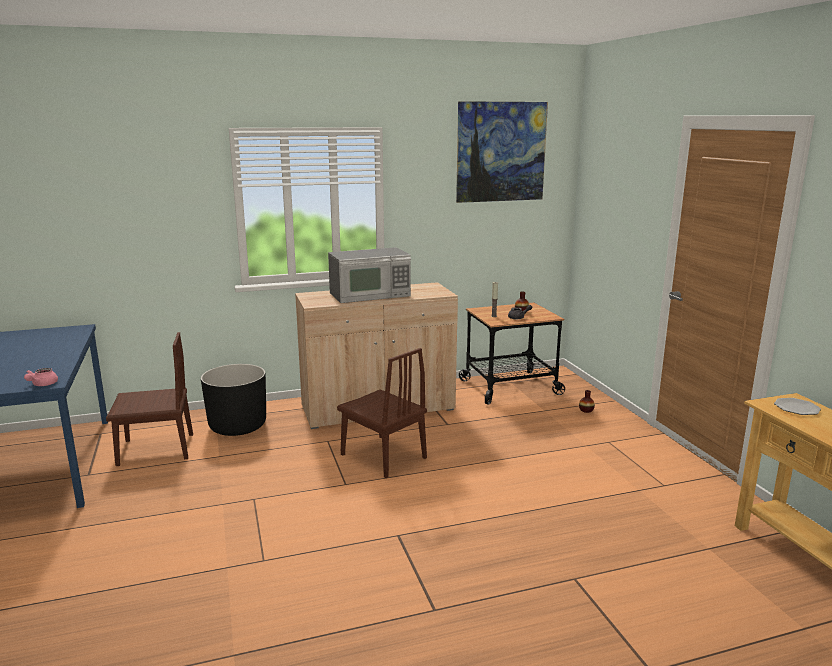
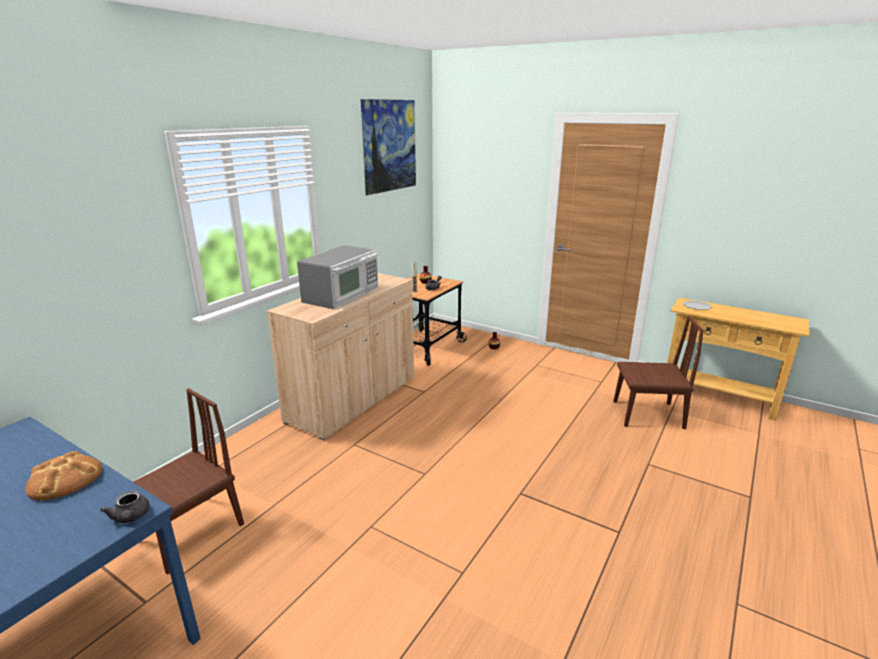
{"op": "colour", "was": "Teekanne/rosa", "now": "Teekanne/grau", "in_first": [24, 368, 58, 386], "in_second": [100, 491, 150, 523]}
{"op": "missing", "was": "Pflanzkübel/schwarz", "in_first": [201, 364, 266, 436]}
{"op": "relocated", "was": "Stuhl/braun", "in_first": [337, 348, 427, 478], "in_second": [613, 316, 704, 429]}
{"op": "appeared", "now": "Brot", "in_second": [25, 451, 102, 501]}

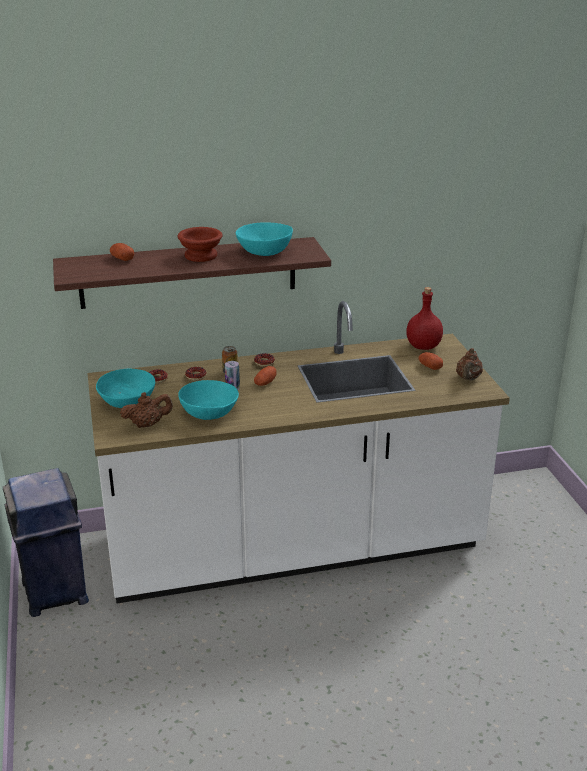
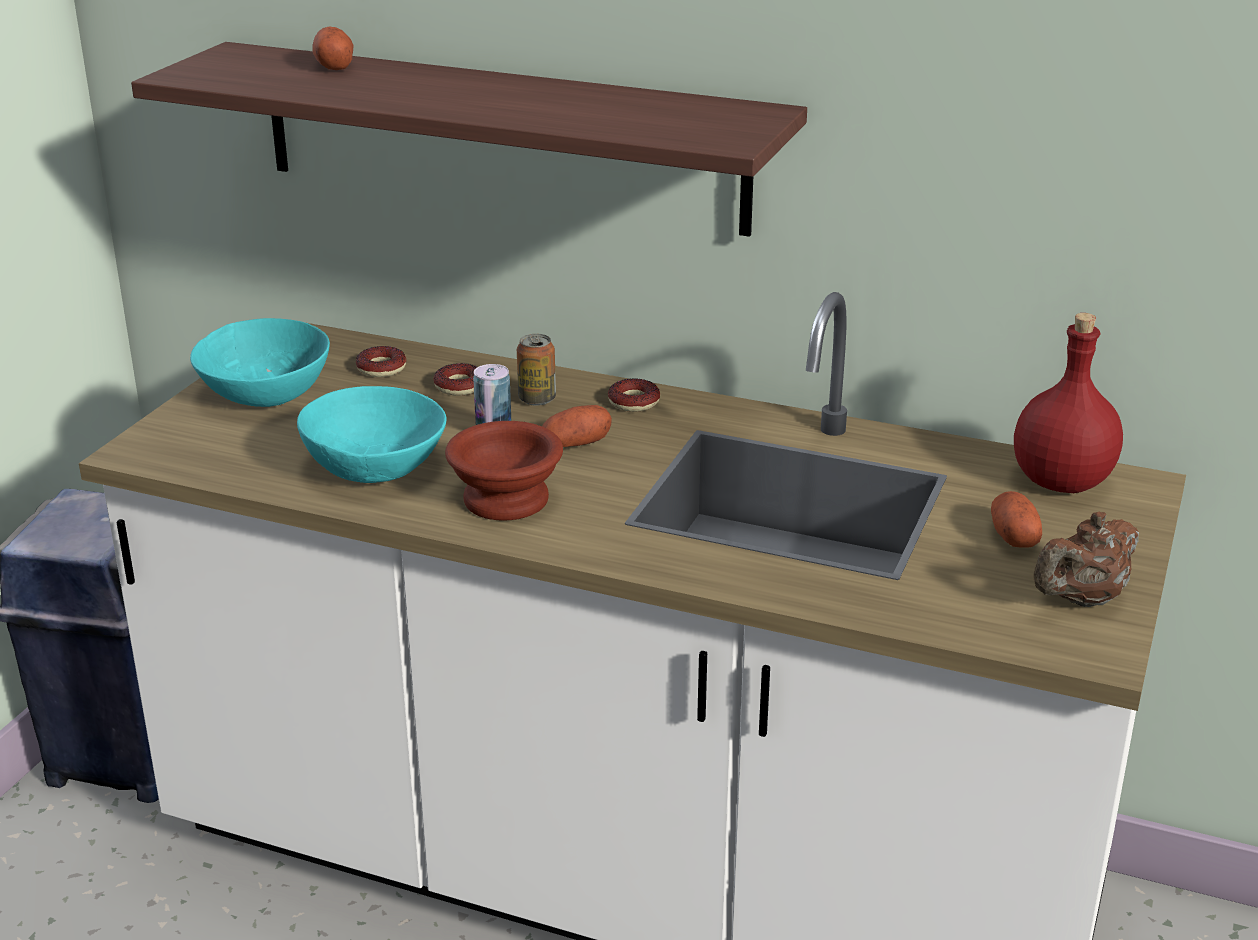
{"op": "missing", "was": "Teekanne/braun", "in_first": [120, 392, 173, 428]}
{"op": "relocated", "was": "Schüssel/braun", "in_first": [177, 227, 223, 262], "in_second": [445, 421, 563, 521]}
{"op": "missing", "was": "Schüssel/türkis", "in_first": [236, 222, 293, 256]}

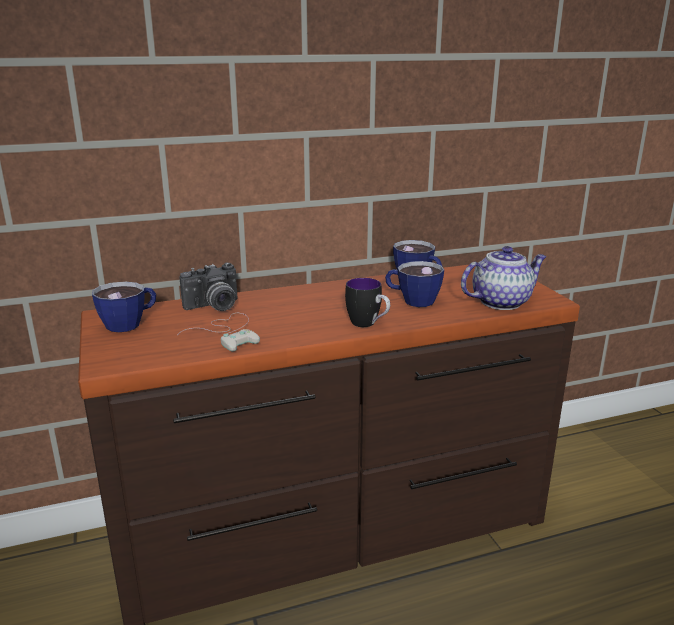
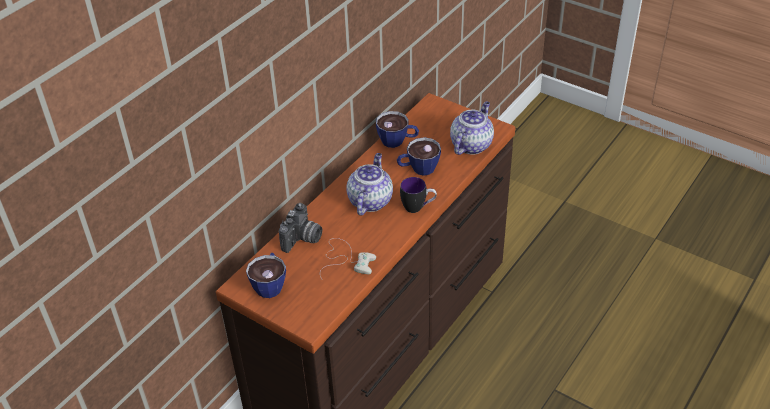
{"op": "appeared", "now": "Teekanne", "in_second": [347, 153, 393, 215]}

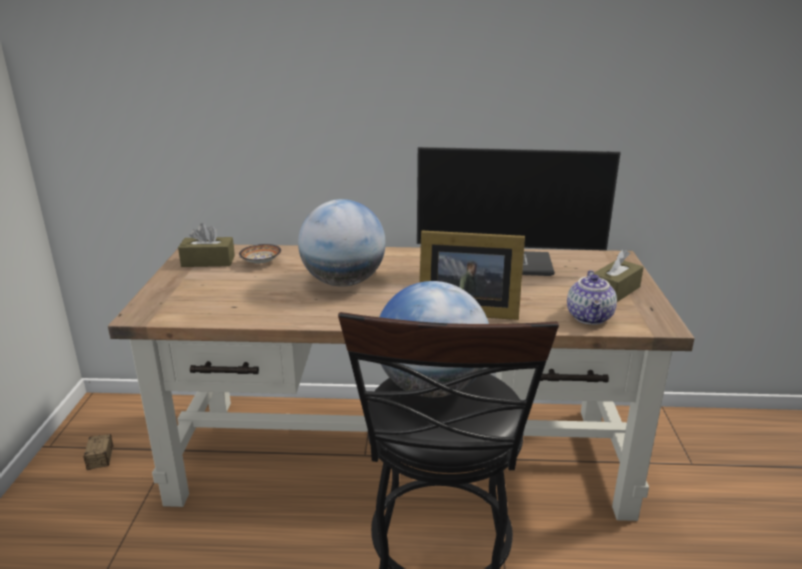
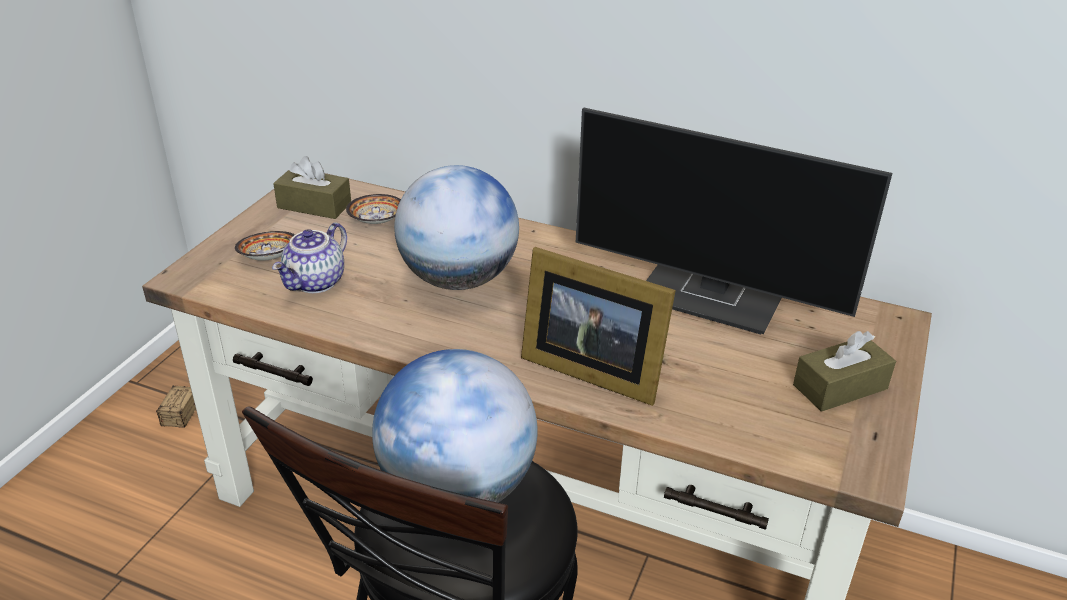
{"op": "relocated", "was": "Teekanne", "in_first": [567, 270, 617, 325], "in_second": [272, 222, 347, 293]}
{"op": "appeared", "now": "Schüssel", "in_second": [235, 231, 295, 261]}

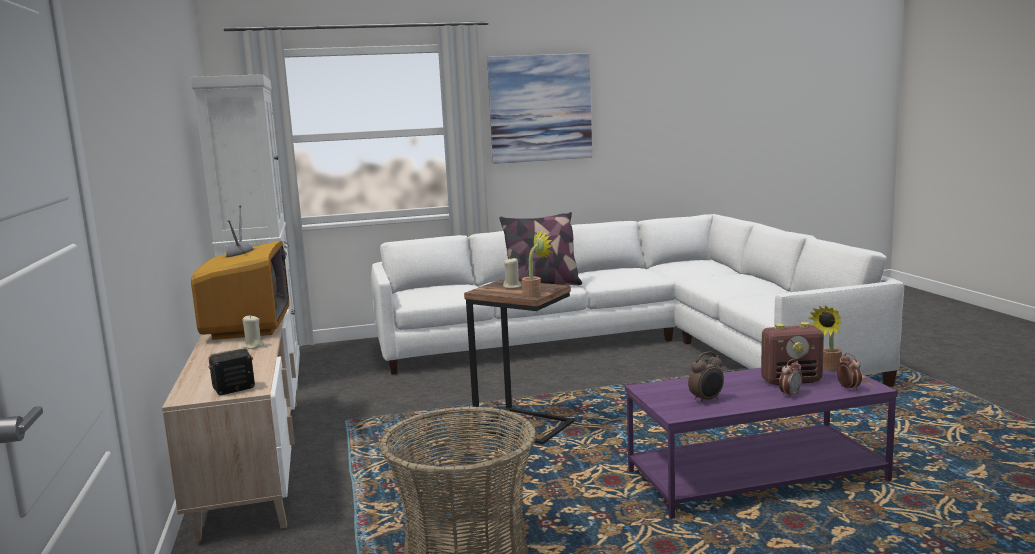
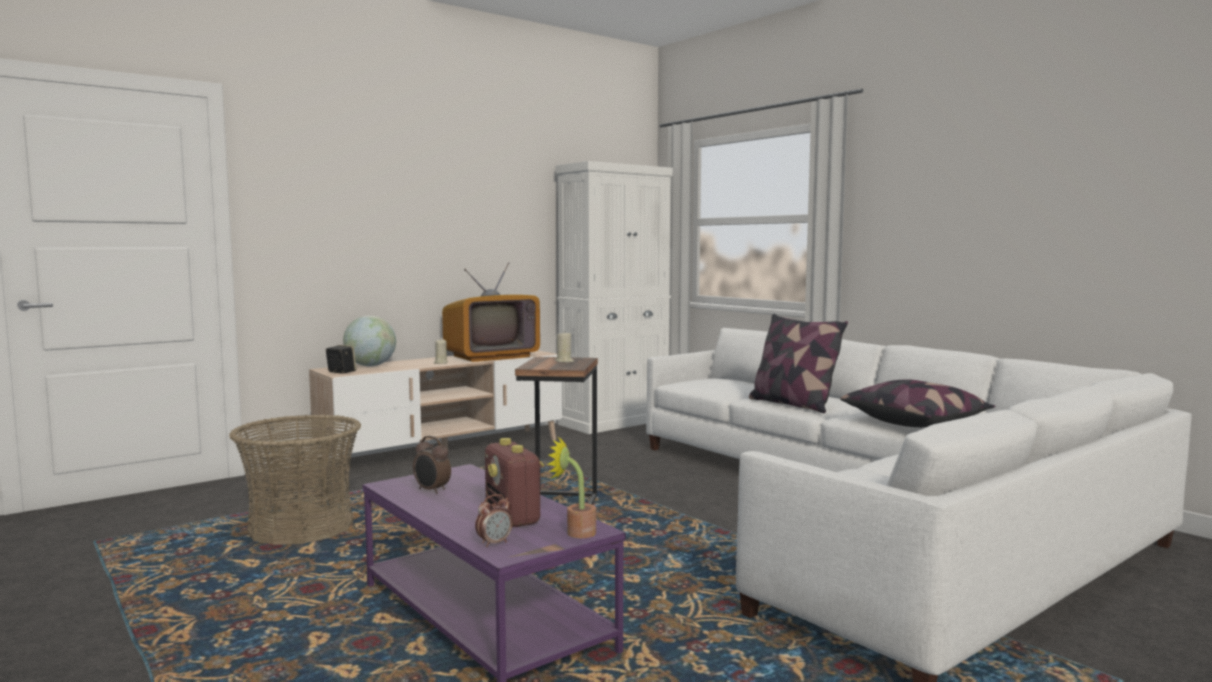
{"op": "missing", "was": "Bild", "in_first": [487, 53, 592, 164]}
{"op": "missing", "was": "Topfpflanze", "in_first": [522, 231, 552, 297]}
{"op": "missing", "was": "Wecker", "in_first": [779, 359, 802, 398]}
{"op": "appeared", "now": "Globus", "in_second": [343, 316, 396, 367]}
{"op": "appeared", "now": "Kissen", "in_second": [840, 379, 995, 427]}

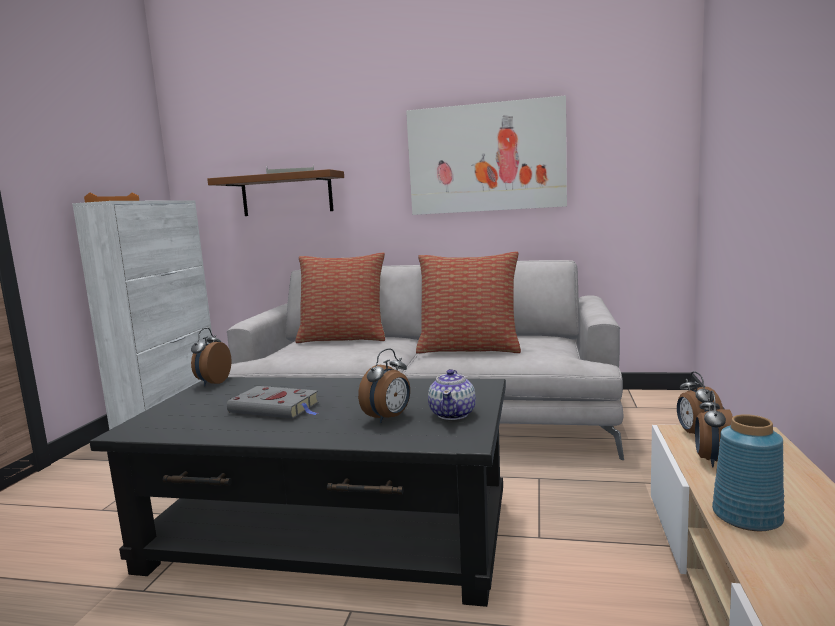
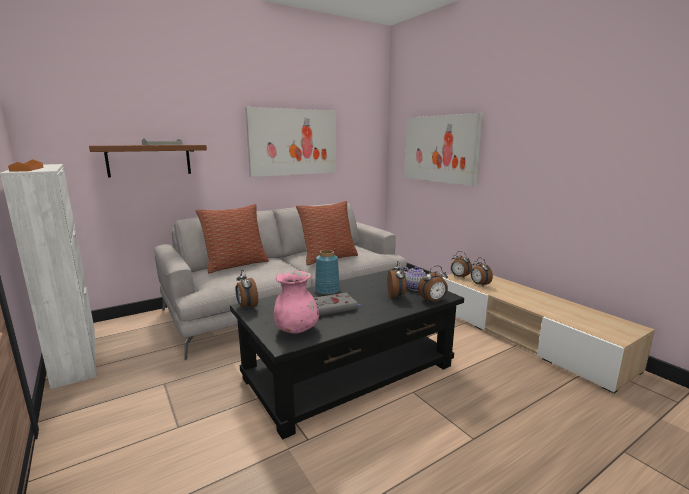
{"op": "relocated", "was": "Vase/blau", "in_first": [712, 414, 784, 531], "in_second": [315, 250, 340, 295]}
{"op": "appeared", "now": "Vase/rosa", "in_second": [274, 271, 319, 333]}
{"op": "appeared", "now": "Bild", "in_second": [404, 113, 483, 186]}
{"op": "appeared", "now": "Wecker", "in_second": [418, 266, 448, 303]}

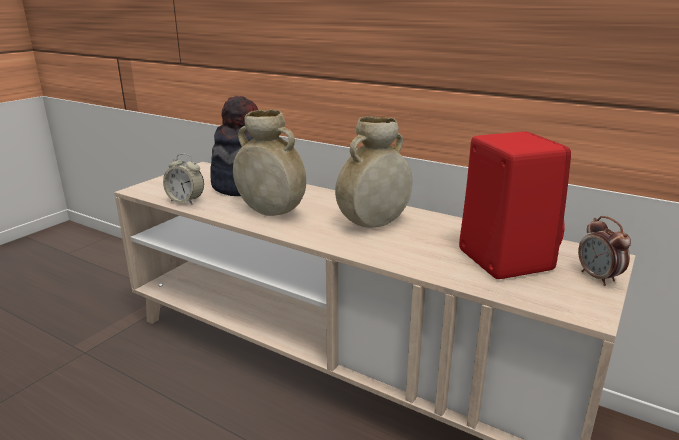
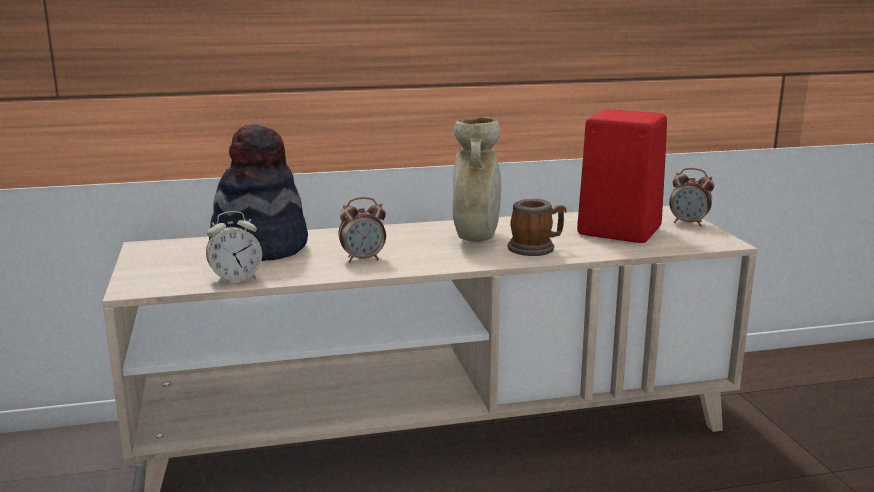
{"op": "exchanged", "was": "Vase/beige", "now": "Wecker", "in_first": [233, 109, 306, 216], "in_second": [338, 197, 386, 262]}
{"op": "appeared", "now": "Henkelbecher", "in_second": [507, 198, 567, 256]}

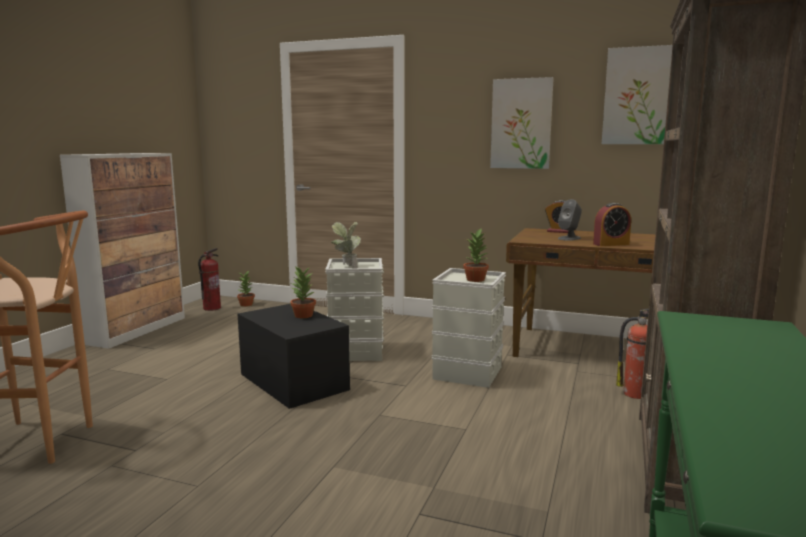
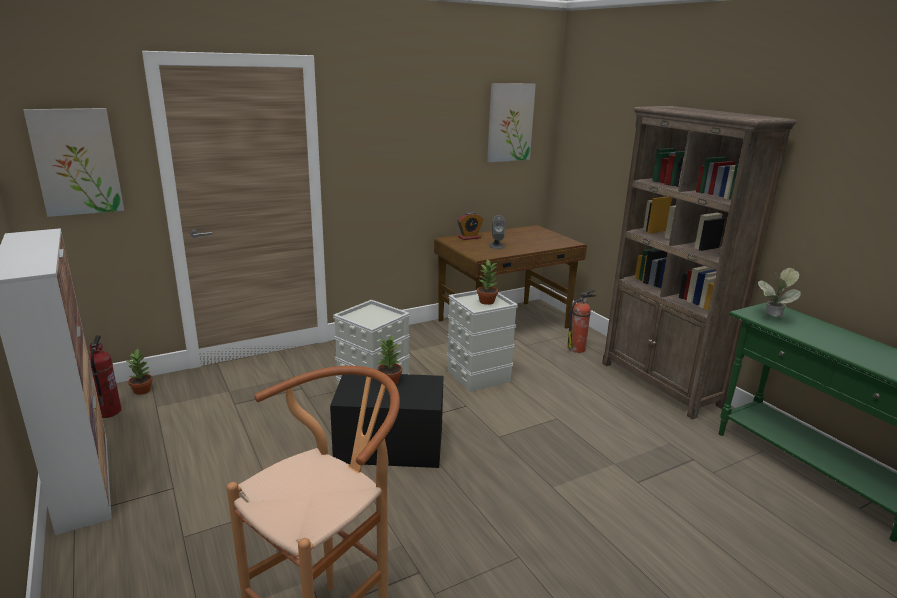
{"op": "relocated", "was": "Topfpflanze", "in_first": [331, 222, 361, 269], "in_second": [758, 268, 801, 318]}
{"op": "relocated", "was": "Bild", "in_first": [490, 77, 554, 169], "in_second": [24, 108, 124, 217]}
{"op": "missing", "was": "Wecker", "in_first": [593, 203, 631, 246]}

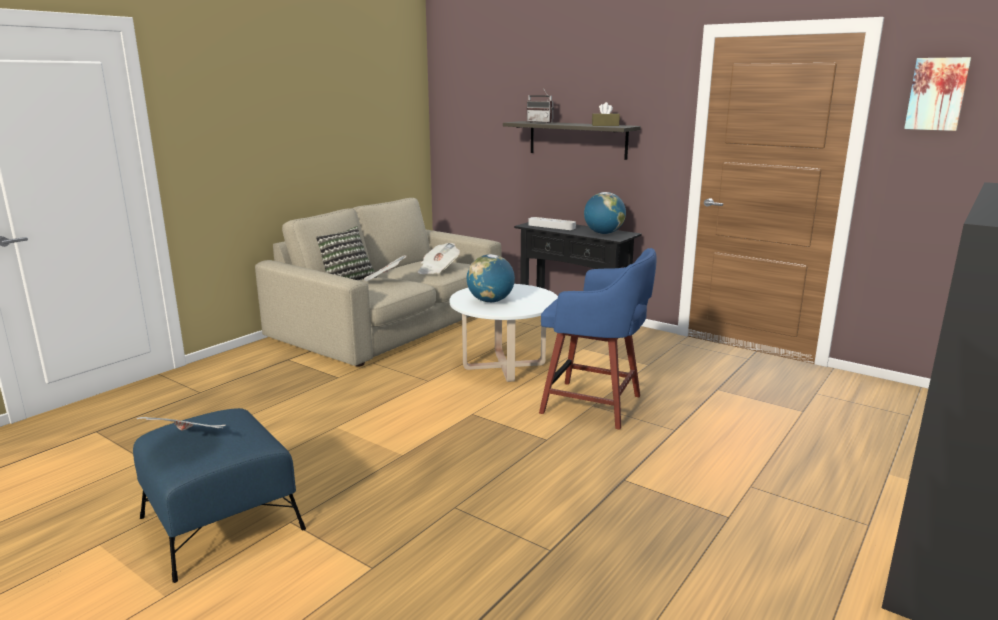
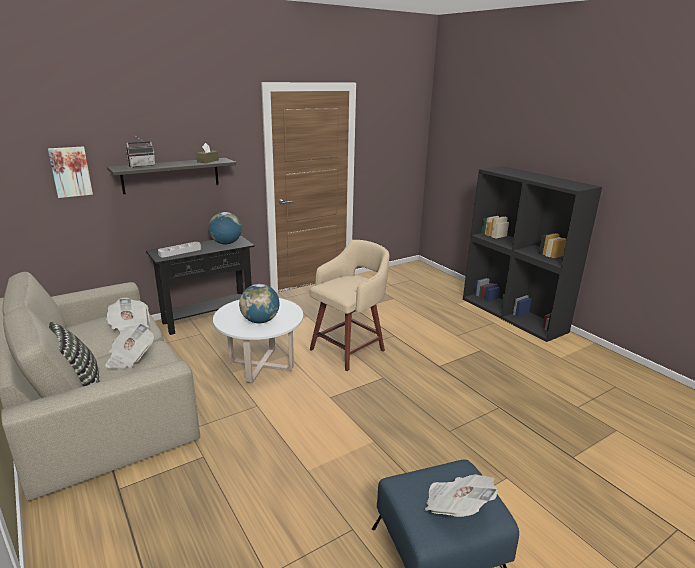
{"op": "colour", "was": "Hocker/blau", "now": "Hocker/beige", "in_first": [539, 248, 657, 430], "in_second": [309, 240, 389, 371]}
{"op": "relocated", "was": "Bild", "in_first": [904, 57, 971, 131], "in_second": [48, 147, 93, 198]}

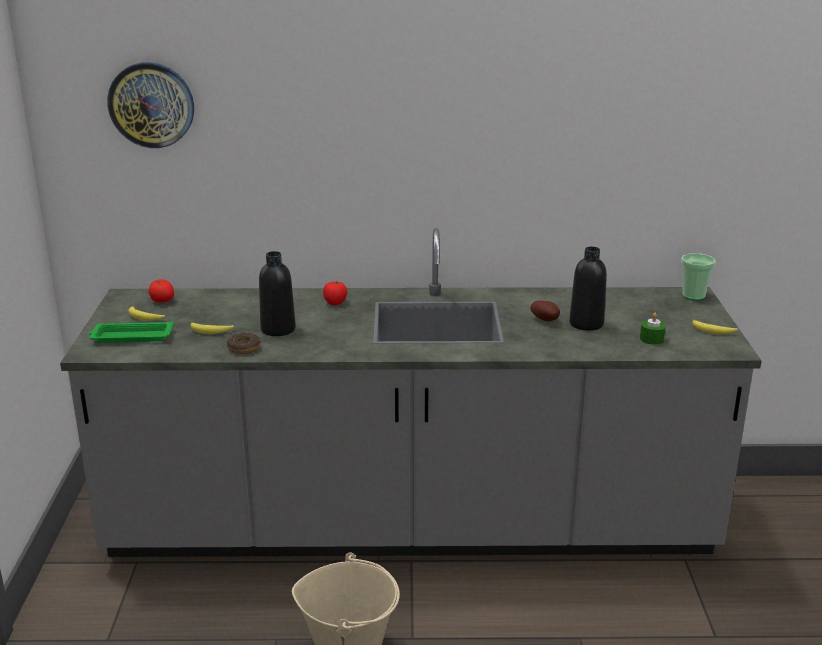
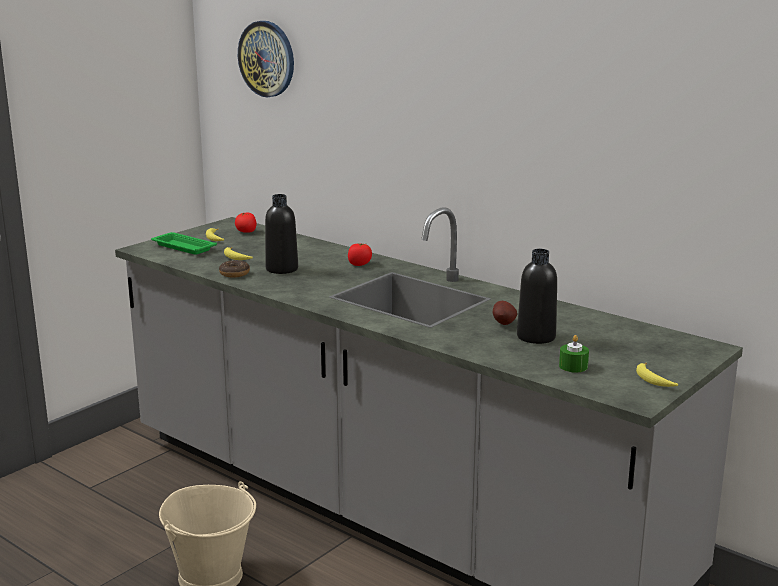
{"op": "missing", "was": "Tasse", "in_first": [681, 253, 716, 301]}

